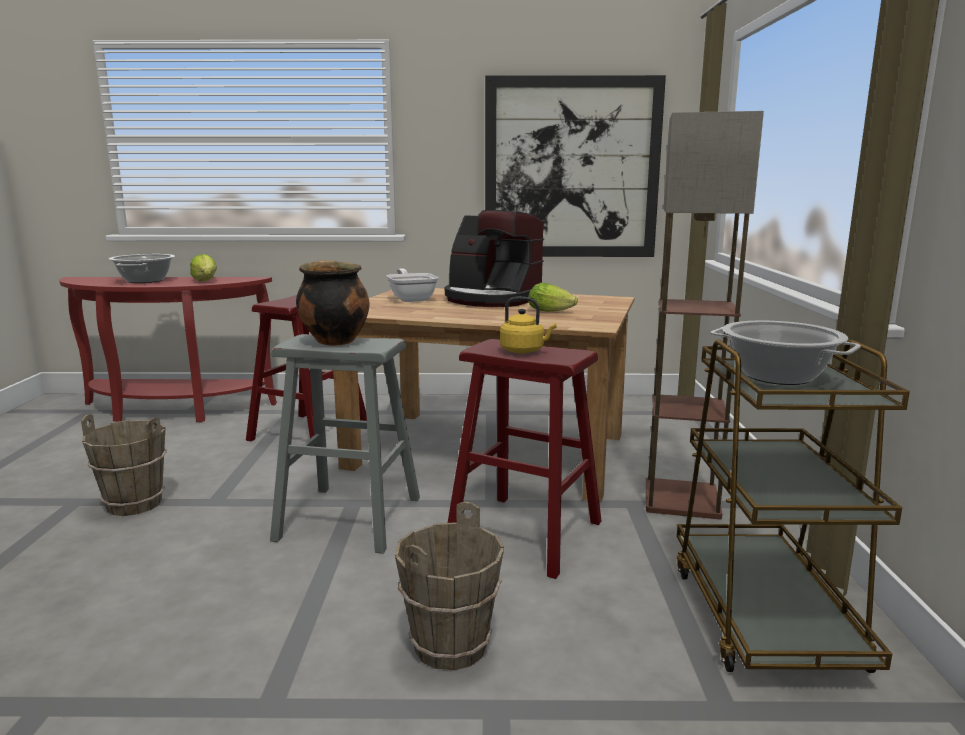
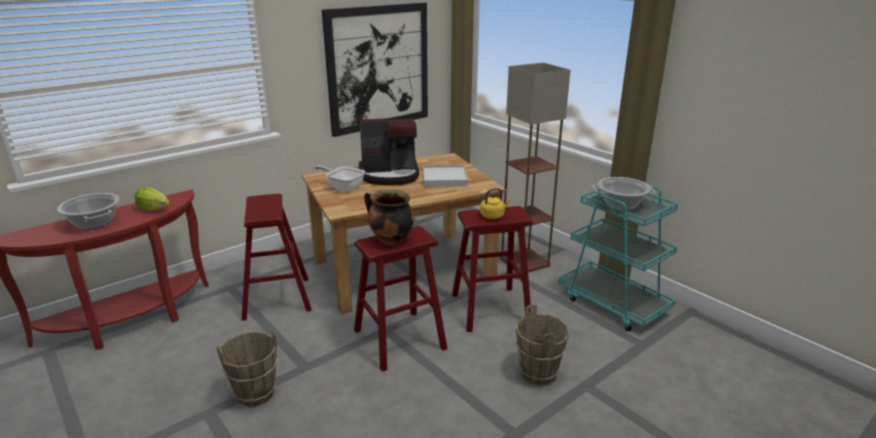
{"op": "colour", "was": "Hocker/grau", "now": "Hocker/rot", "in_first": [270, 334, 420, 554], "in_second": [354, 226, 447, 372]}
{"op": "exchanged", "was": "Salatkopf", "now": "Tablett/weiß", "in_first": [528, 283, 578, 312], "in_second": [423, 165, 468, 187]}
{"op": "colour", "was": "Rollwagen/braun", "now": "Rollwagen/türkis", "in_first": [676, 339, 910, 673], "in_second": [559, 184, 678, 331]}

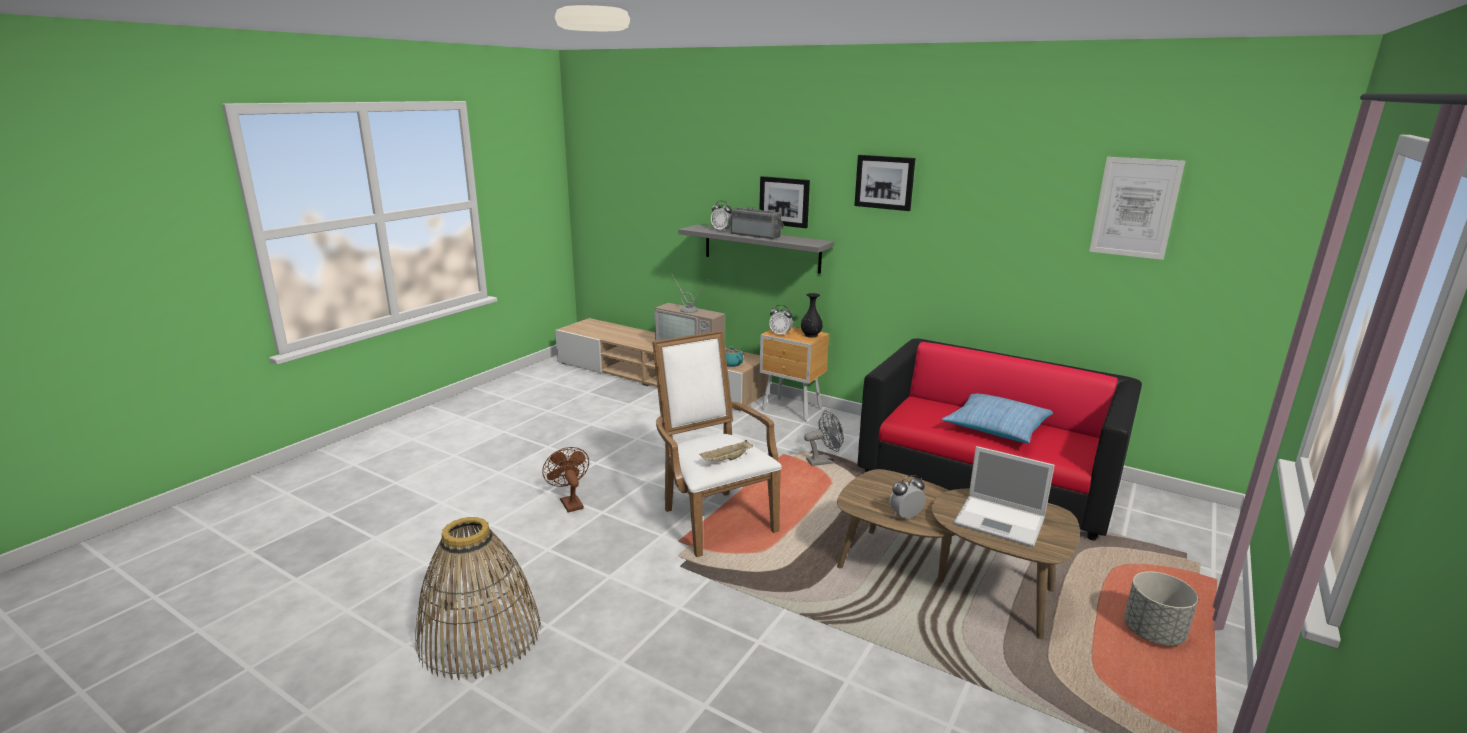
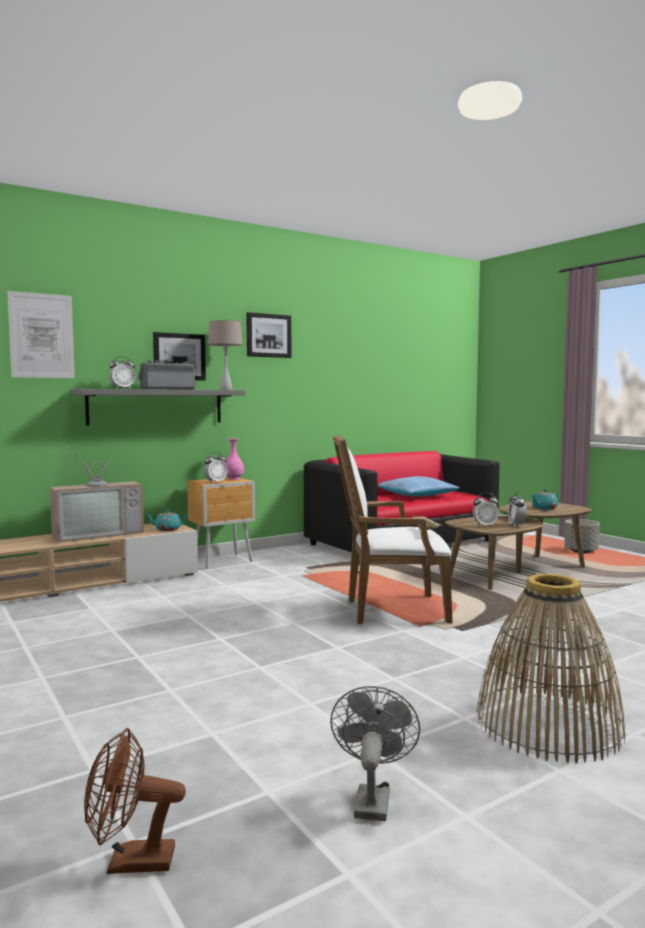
{"op": "relocated", "was": "Ventilator/braun", "in_first": [542, 447, 589, 513], "in_second": [84, 728, 186, 874]}
{"op": "colour", "was": "Vase/schwarz", "now": "Vase/rosa", "in_first": [801, 293, 822, 338], "in_second": [225, 439, 244, 480]}
{"op": "relocated", "was": "Ventilator/grau", "in_first": [804, 410, 844, 466], "in_second": [330, 686, 420, 821]}
{"op": "exchanged", "was": "Laptop", "now": "Teekanne/türkis", "in_first": [954, 446, 1055, 548], "in_second": [532, 489, 558, 510]}
{"op": "relocated", "was": "Bild", "in_first": [1089, 157, 1185, 260], "in_second": [7, 291, 75, 378]}
{"op": "appeared", "now": "Tischlampe/beige", "in_second": [208, 320, 243, 390]}
{"op": "appeared", "now": "Wecker", "in_second": [472, 493, 499, 527]}

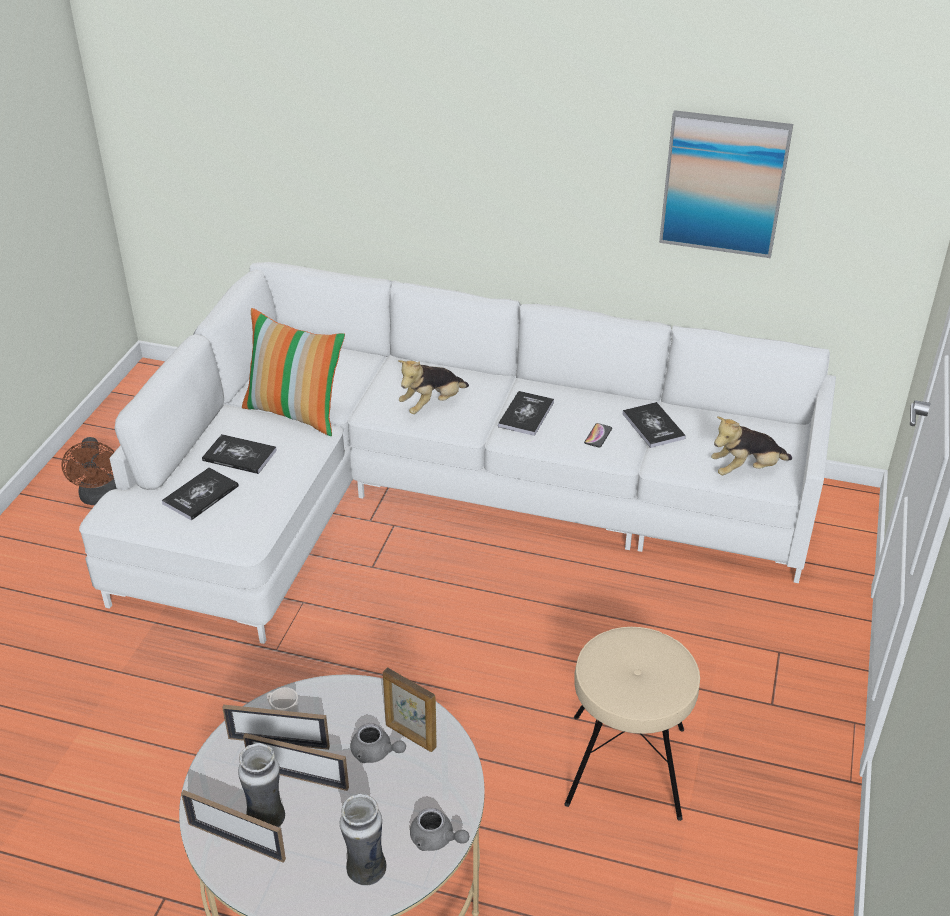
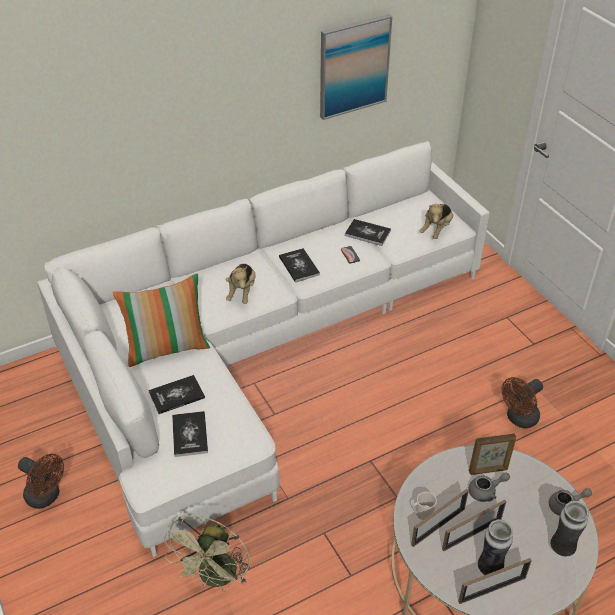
{"op": "exchanged", "was": "Hocker/beige", "now": "Ventilator/braun", "in_first": [564, 627, 700, 821], "in_second": [501, 377, 543, 428]}
{"op": "appeared", "now": "Ventilator/grün", "in_second": [164, 515, 250, 592]}

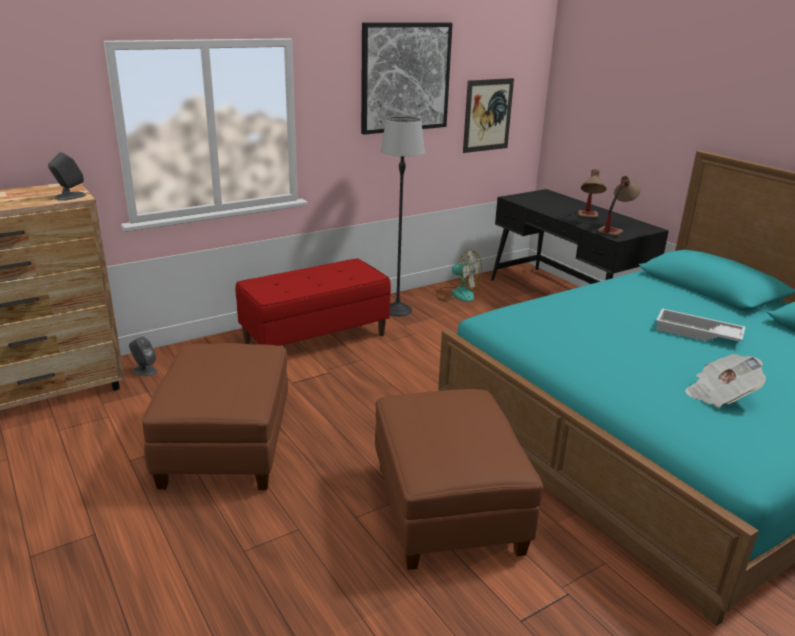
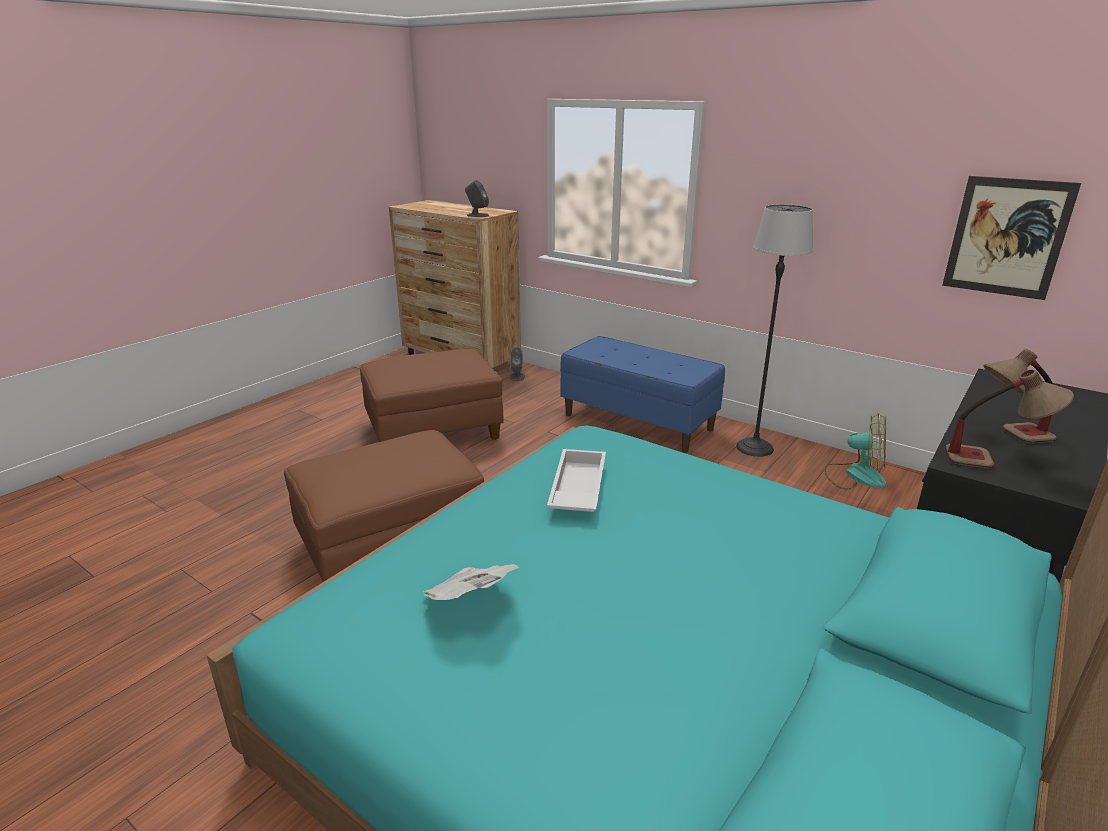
{"op": "colour", "was": "Bank/rot", "now": "Bank/blau", "in_first": [235, 258, 391, 346], "in_second": [560, 336, 725, 453]}
{"op": "missing", "was": "Bild", "in_first": [361, 23, 453, 135]}
{"op": "spun", "was": "Ventilator", "in_first": [436, 249, 482, 302], "in_second": [825, 412, 886, 490], "clockwise": -75}
{"op": "relocated", "was": "Tablett/weiß", "in_first": [656, 308, 745, 342], "in_second": [547, 449, 606, 512]}

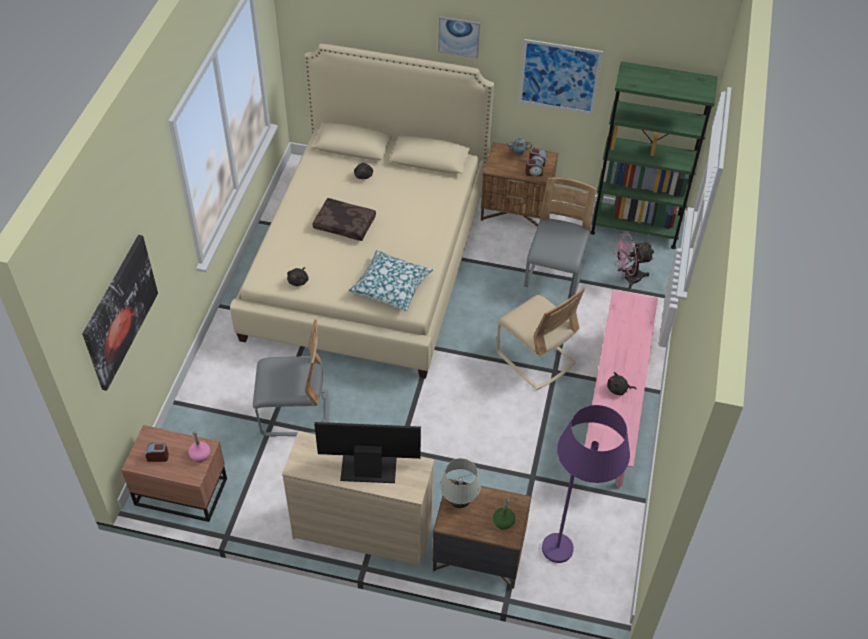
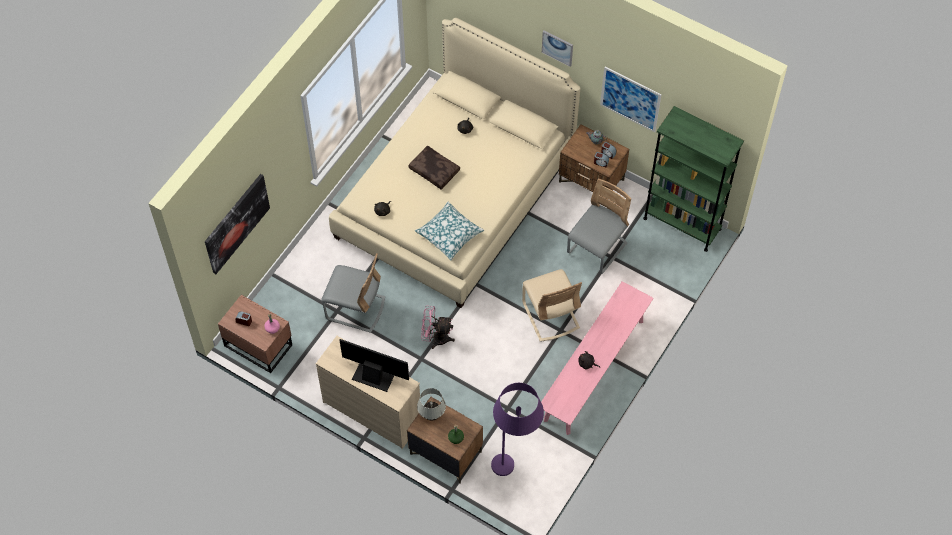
{"op": "relocated", "was": "Ventilator/rosa", "in_first": [613, 234, 654, 289], "in_second": [421, 306, 455, 349]}

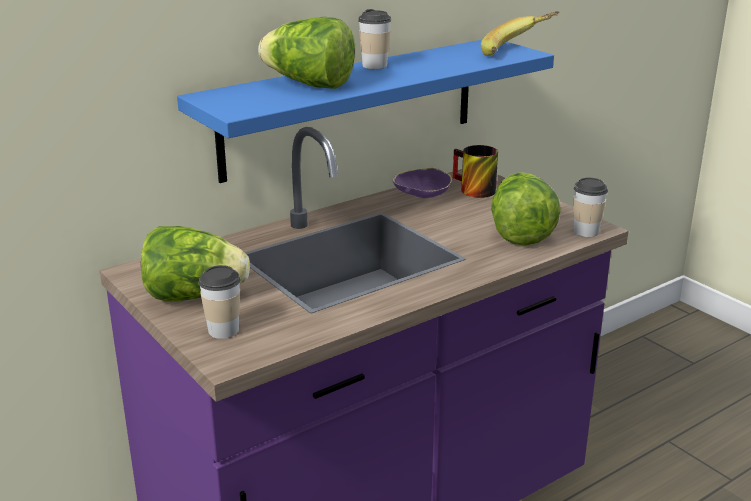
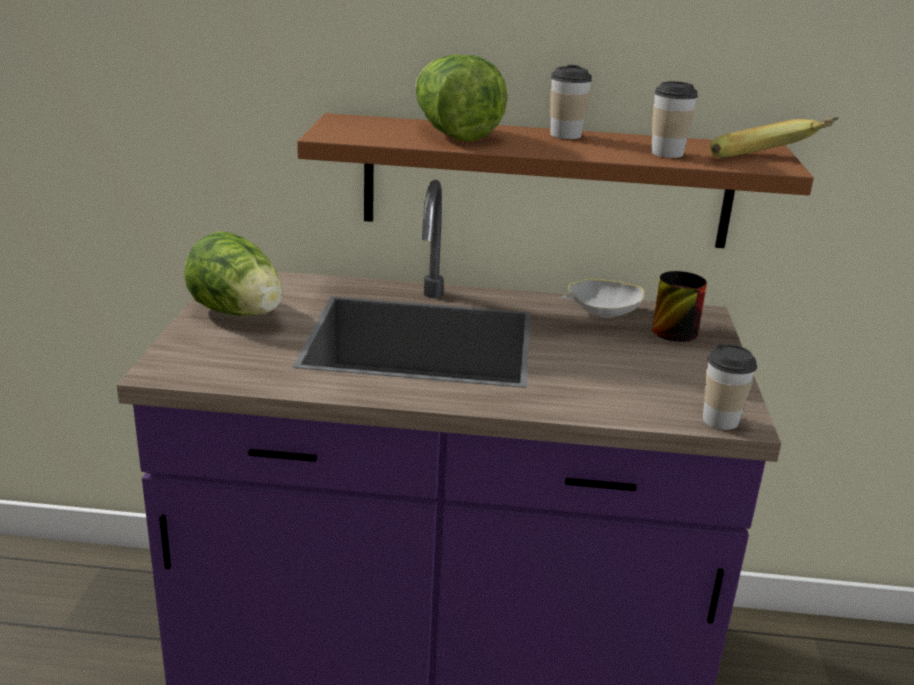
{"op": "colour", "was": "Wandregal/blau", "now": "Wandregal/braun", "in_first": [177, 40, 554, 183], "in_second": [297, 113, 814, 248]}
{"op": "relocated", "was": "Tasse", "in_first": [198, 265, 241, 339], "in_second": [651, 81, 698, 158]}
{"op": "colour", "was": "Schüssel/lila", "now": "Schüssel/weiß", "in_first": [393, 168, 452, 198], "in_second": [562, 279, 645, 318]}
{"op": "missing", "was": "Salatkopf", "in_first": [491, 172, 561, 246]}

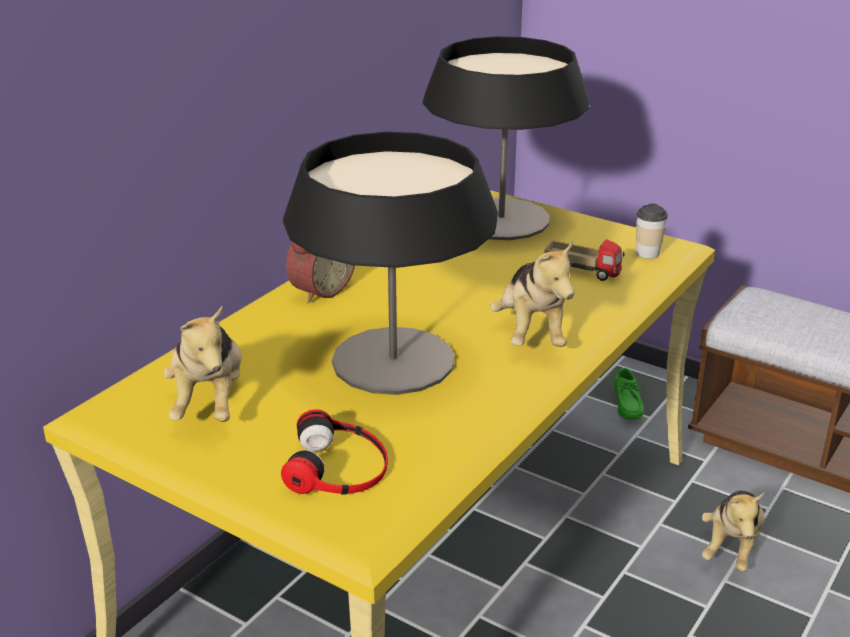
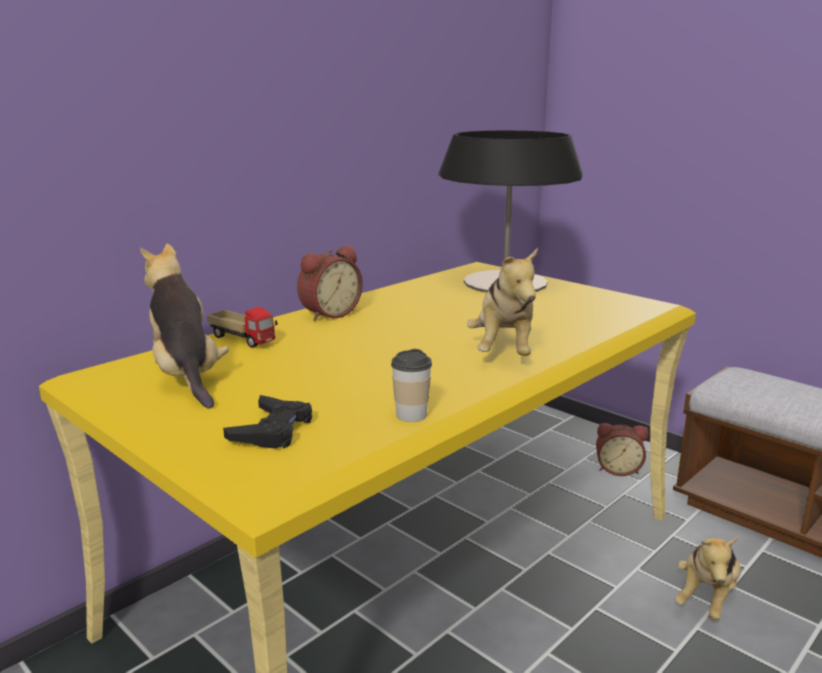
{"op": "spun", "was": "Plüschtier", "in_first": [164, 306, 242, 422], "in_second": [140, 244, 229, 408], "clockwise": 150}
{"op": "exchanged", "was": "Kopfhörer", "now": "Gamepad/schwarz", "in_first": [281, 409, 388, 495], "in_second": [223, 395, 312, 449]}
{"op": "missing", "was": "Tischlampe", "in_first": [283, 132, 498, 395]}
{"op": "relocated", "was": "Spielzeuglaster", "in_first": [545, 239, 624, 281], "in_second": [207, 307, 278, 348]}
{"op": "exchanged", "was": "Schuh/grün", "now": "Wecker", "in_first": [607, 368, 644, 420], "in_second": [596, 423, 648, 476]}
{"op": "relocated", "was": "Tasse", "in_first": [636, 203, 668, 259], "in_second": [391, 349, 432, 422]}

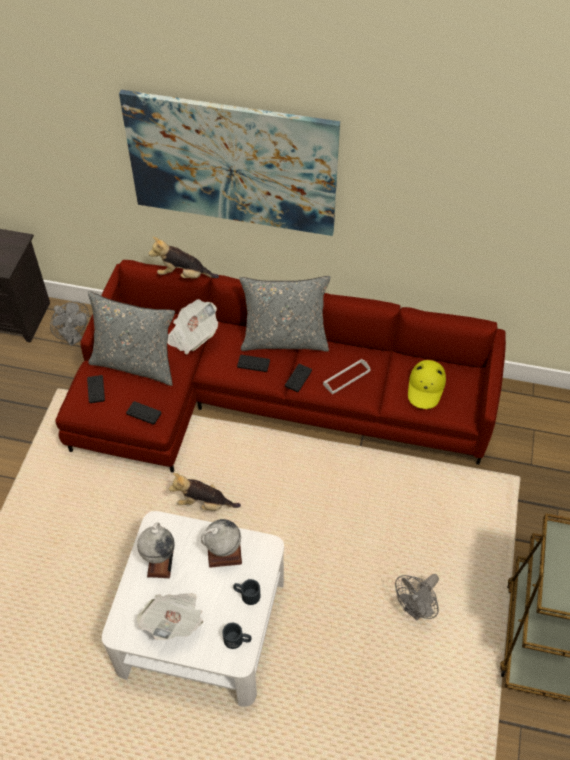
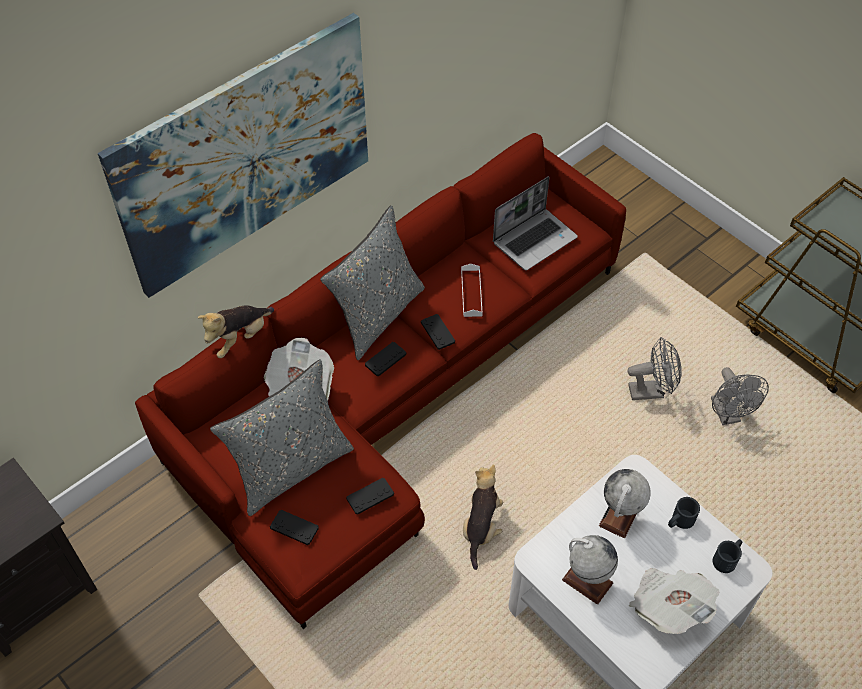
{"op": "relocated", "was": "Ventilator/grau", "in_first": [50, 301, 89, 346], "in_second": [628, 337, 682, 400]}
{"op": "spun", "was": "Plüschtier", "in_first": [169, 473, 241, 511], "in_second": [463, 464, 503, 570], "clockwise": 150}
{"op": "exchanged", "was": "Hut/gelb", "now": "Laptop", "in_first": [408, 360, 446, 409], "in_second": [493, 176, 578, 271]}

